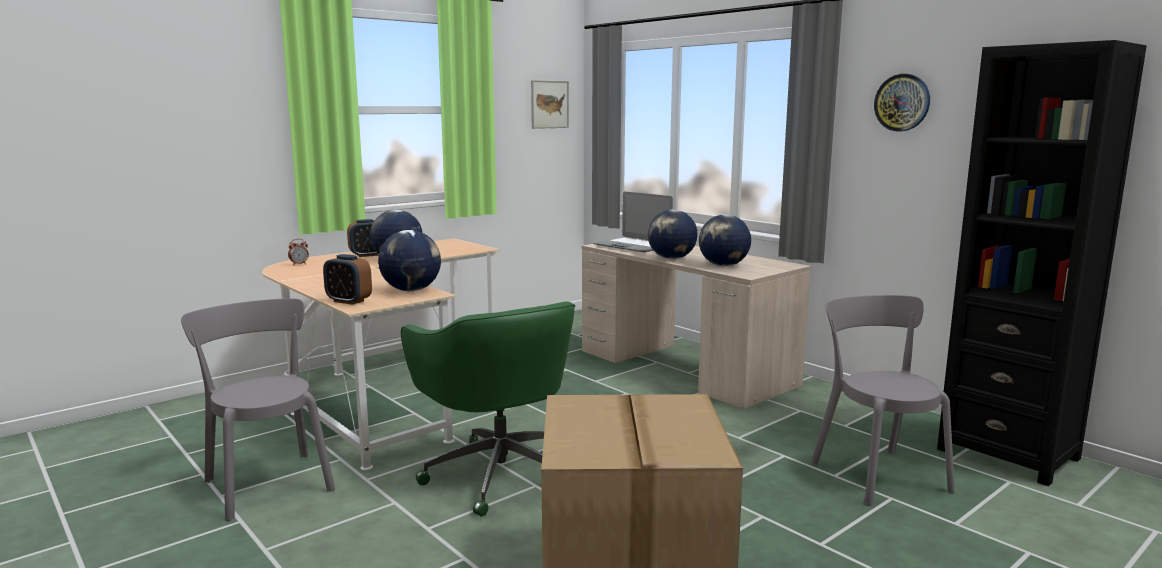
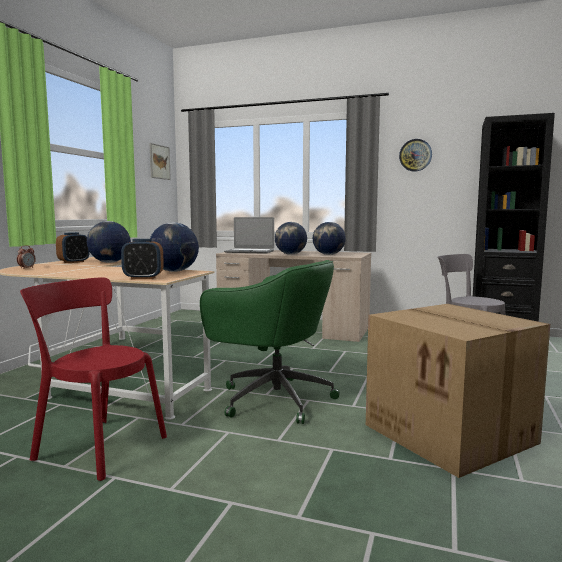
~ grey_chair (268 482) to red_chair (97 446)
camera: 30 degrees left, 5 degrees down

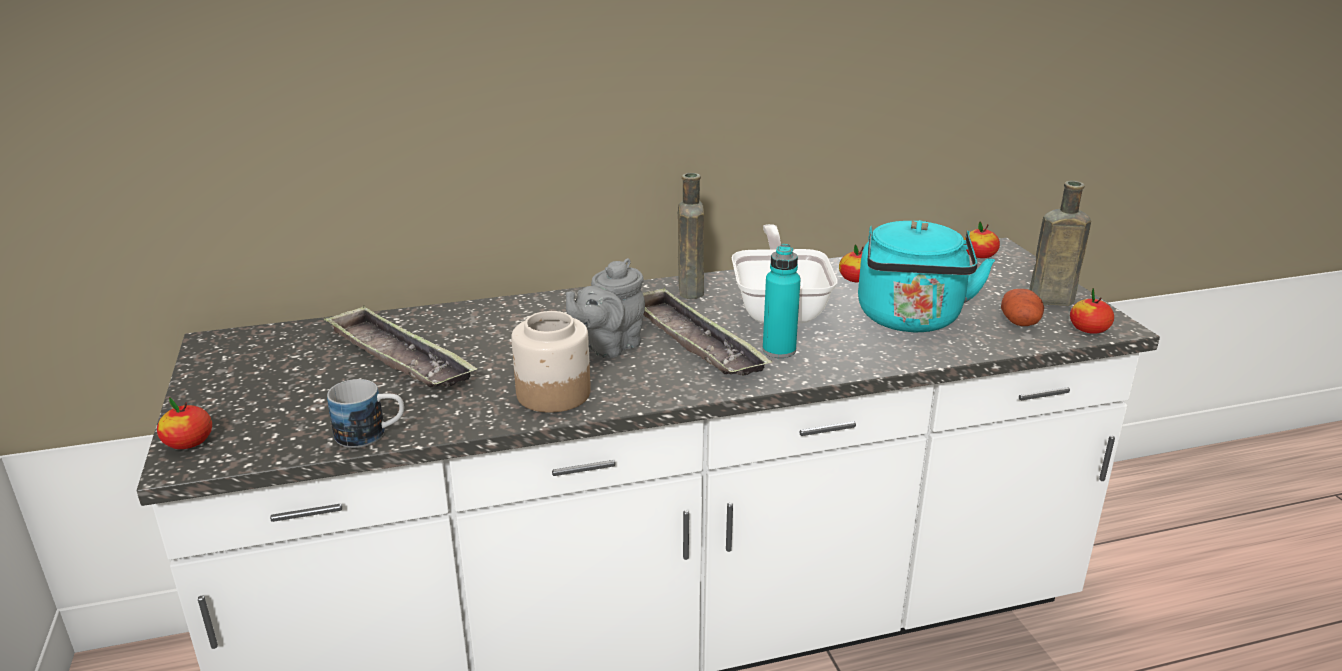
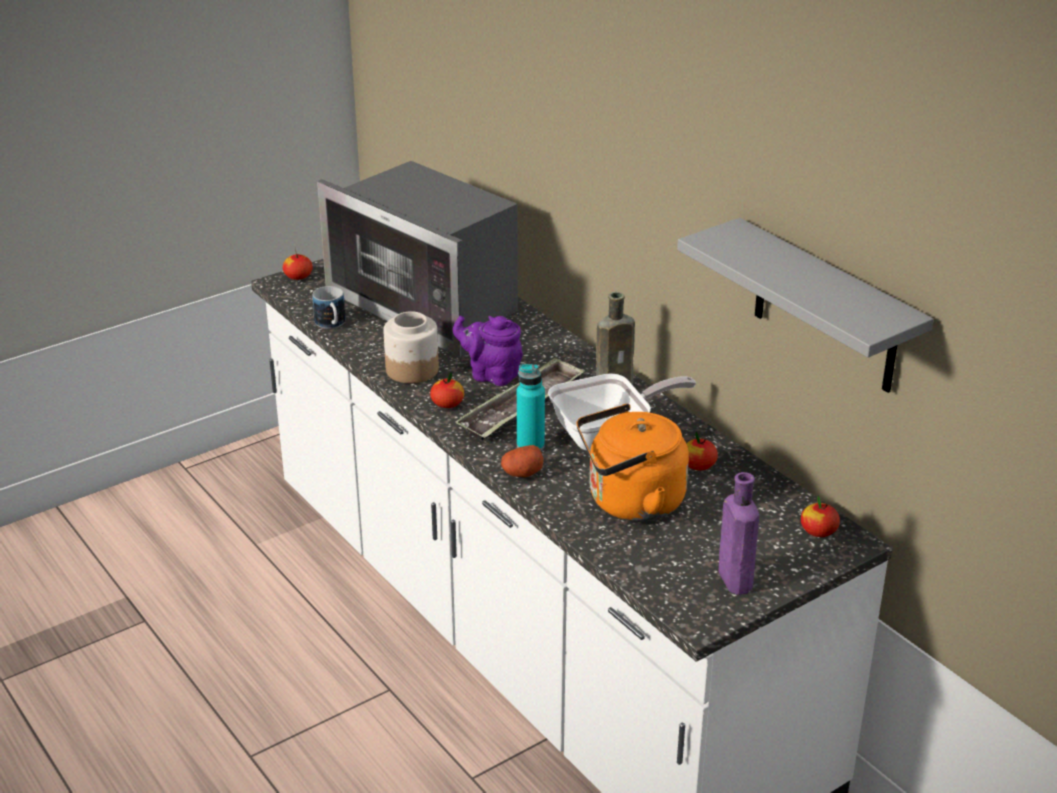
~ tray (399 357) to microwave (427 305)
~ apple (1088 329) to (447 404)
~ grey_teapot (609 346) to purple_teapot (491 374)
~ potato (1020 322) to (522 473)
~ turquoise_kettle (910 320) to orange_kettle (630 502)
+ grey_shelf (825 308)
~ brown_bottle (1047 300) to purple_bottle (733 578)
camera: 70 degrees right, 5 degrees up

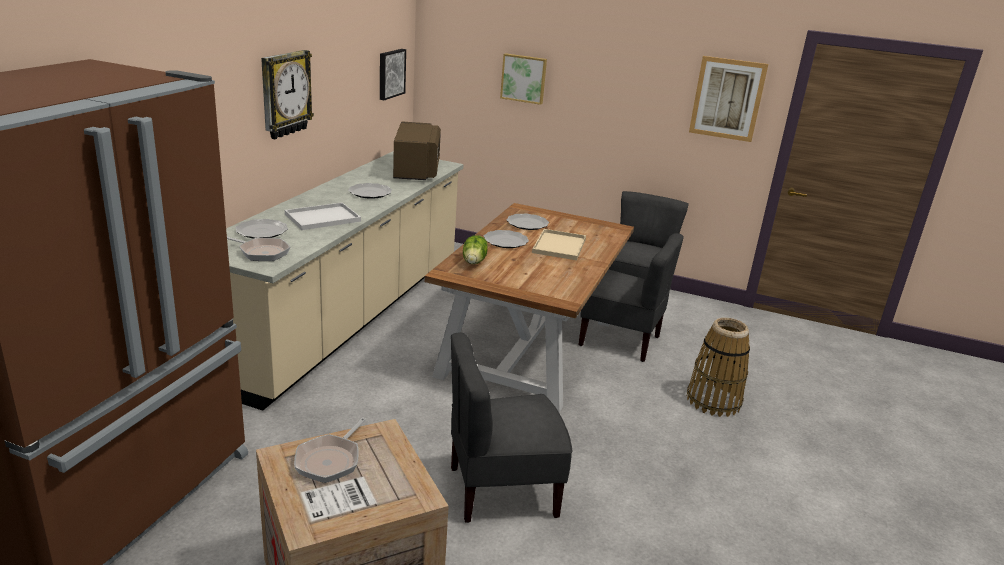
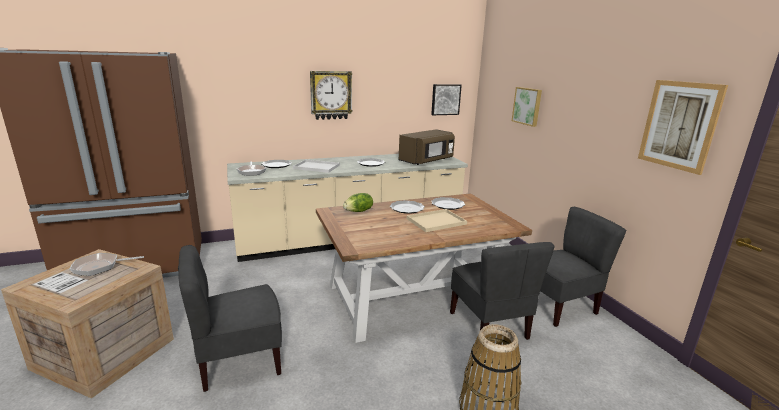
~ grey_chair (501 490) = (239 361) 60 degrees counterclockwise
camera: 50 degrees right, 5 degrees down

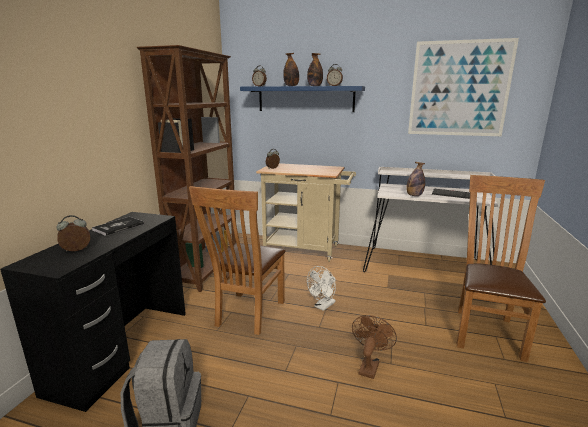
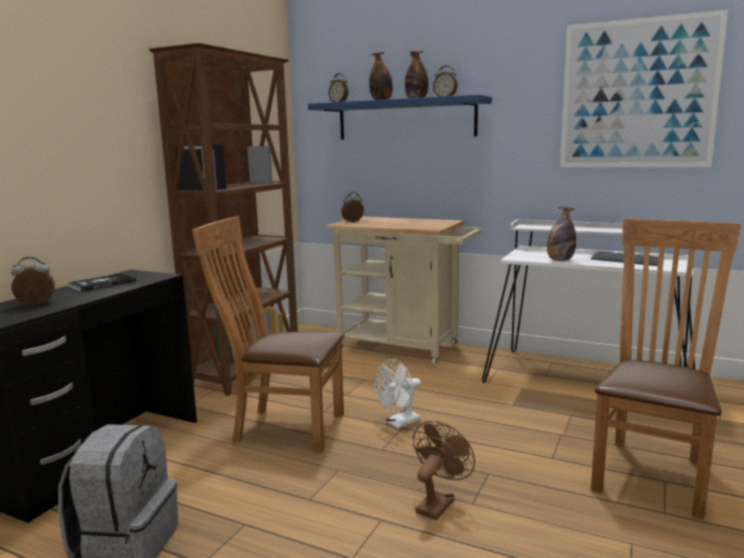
~ brown_chair (247 315) = (283 427) 75 degrees clockwise
camera: 10 degrees right, 5 degrees down

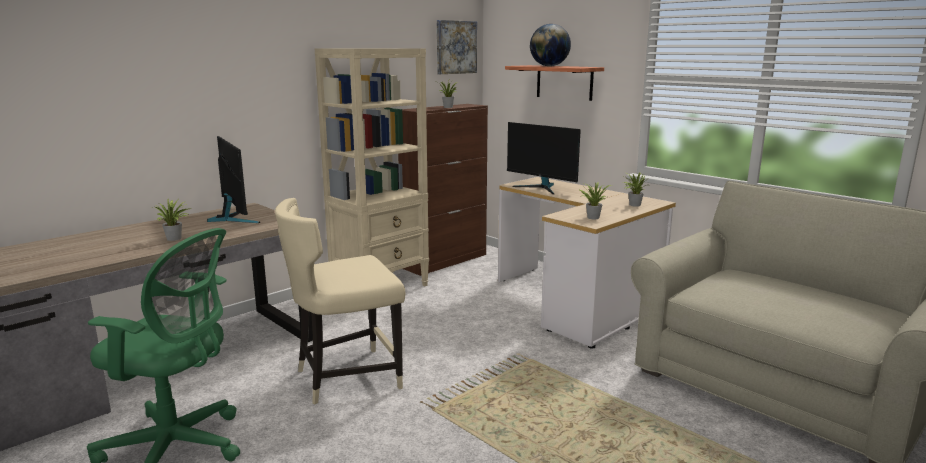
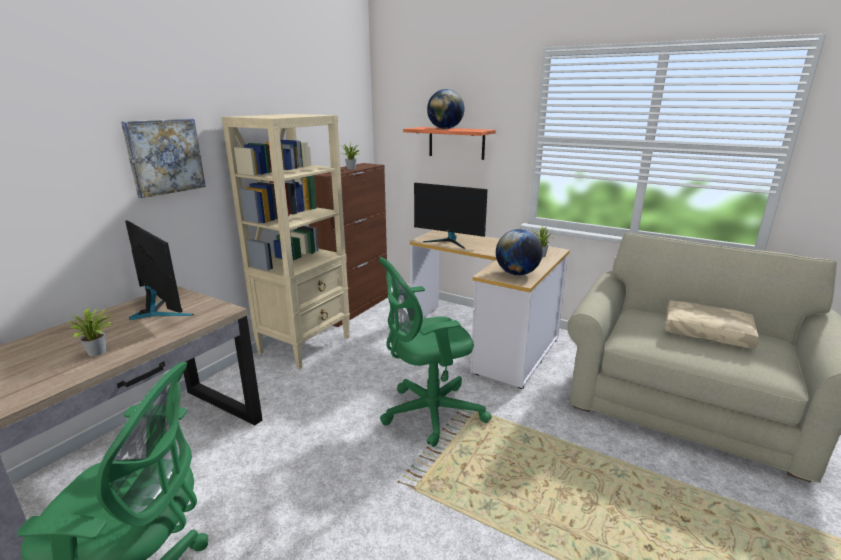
~ picture (455 47) to (164 156)
+ green_office_chair (428 413)
~ potted_plant (592 217) to globe (517 273)
+ beige_pillow (705 333)
- beige_chair (345 377)
camera: 15 degrees left, 5 degrees up

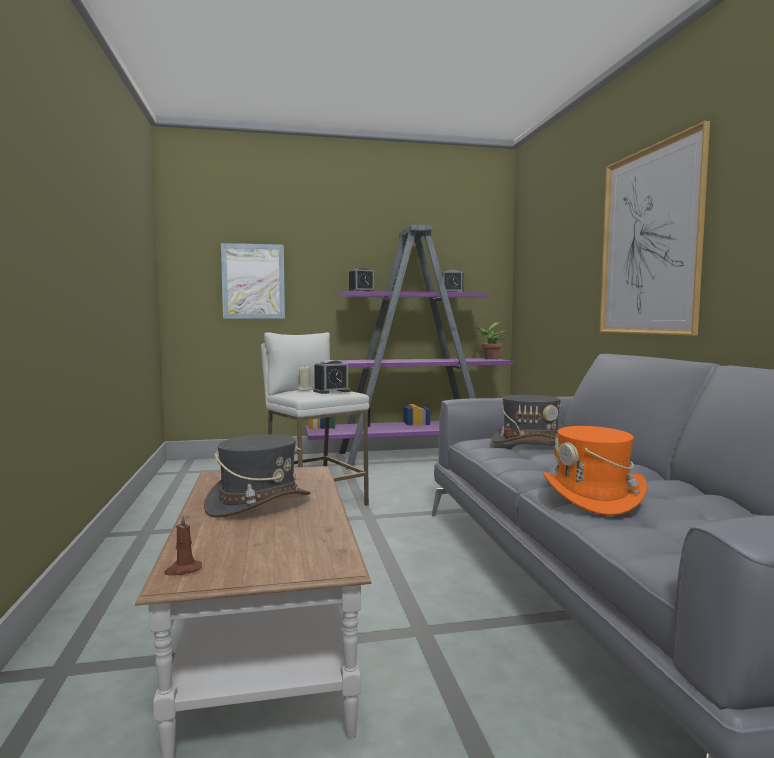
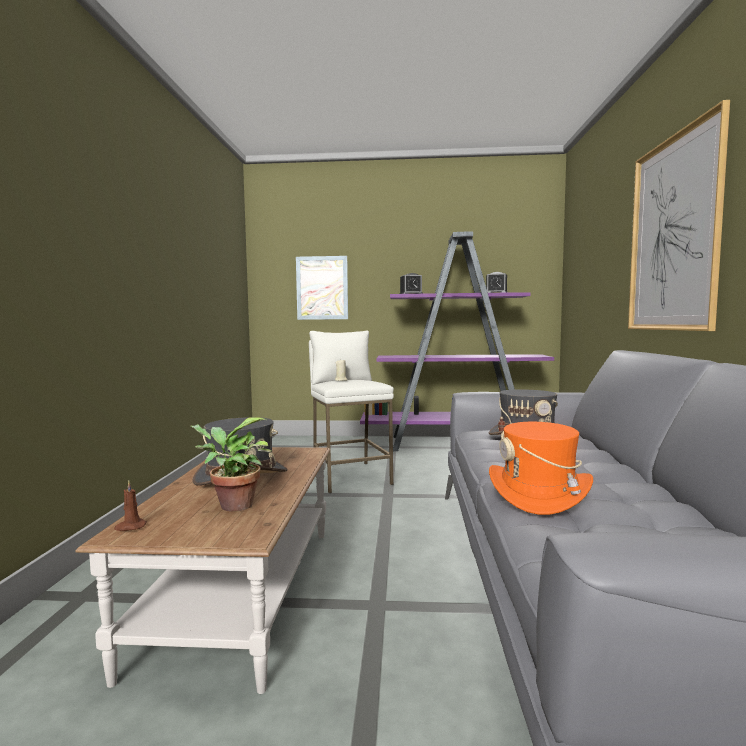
~ potted_plant (489 358) to (232 506)
- alarm_clock (331 391)
camera: 15 degrees right, 0 degrees up

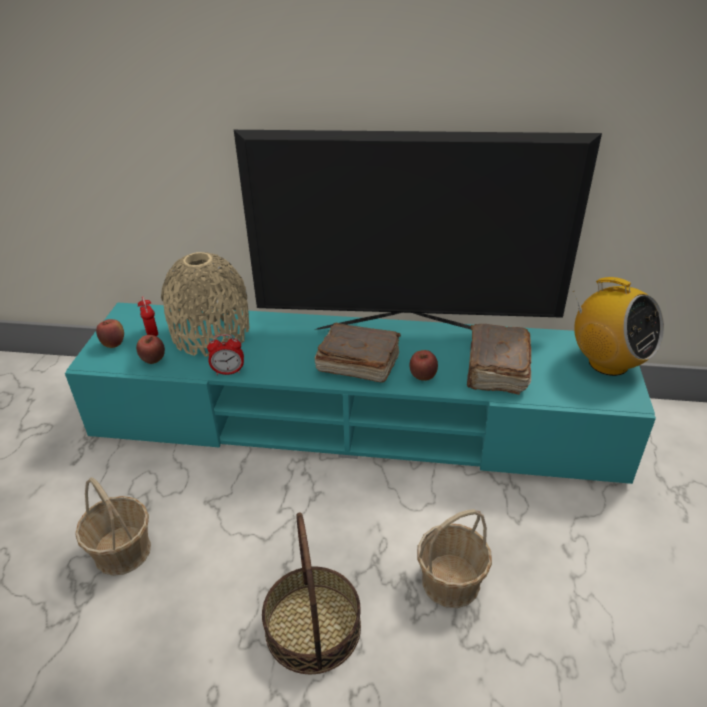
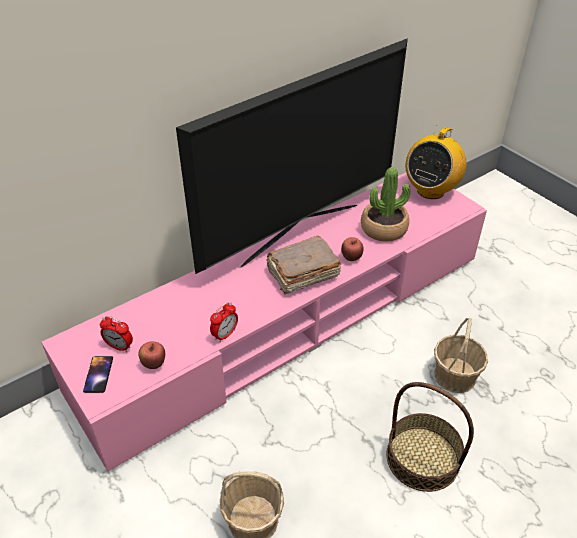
~ turquoise_tv_stand (356 420) to pink_tv_stand (289 321)
~ apple (114 344) to phone (98 374)
~ brown_book (496 370) to potted_plant (383 229)
~ radio (607 363) = (430 190) 120 degrees clockwise
- beige_vase (211 334)
camera: 45 degrees left, 5 degrees up

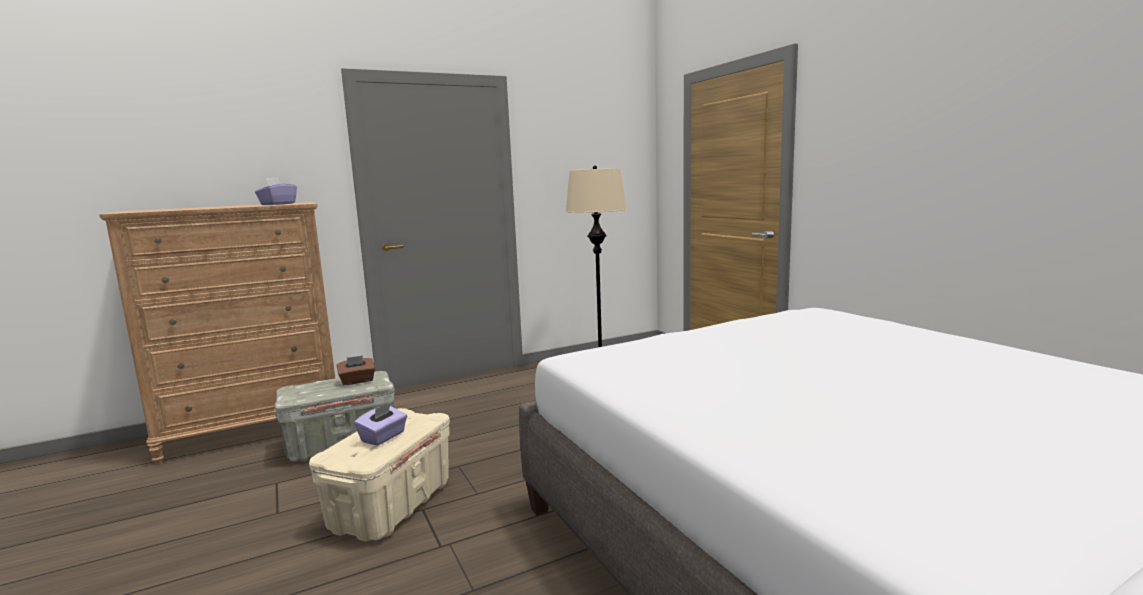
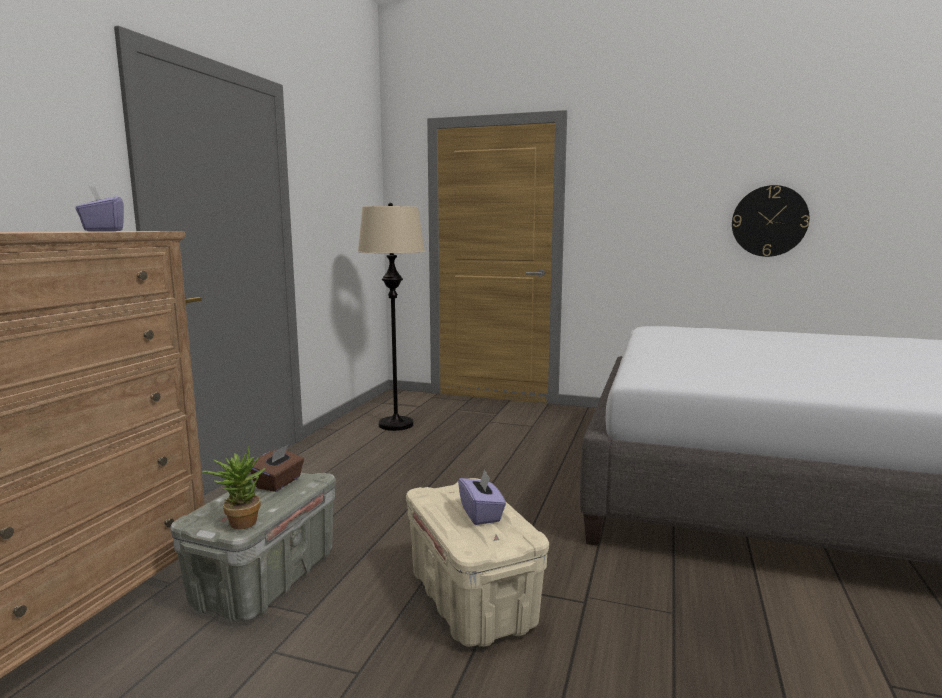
+ potted_plant (239 522)
+ wall_clock (769 221)
camera: 45 degrees left, 0 degrees up

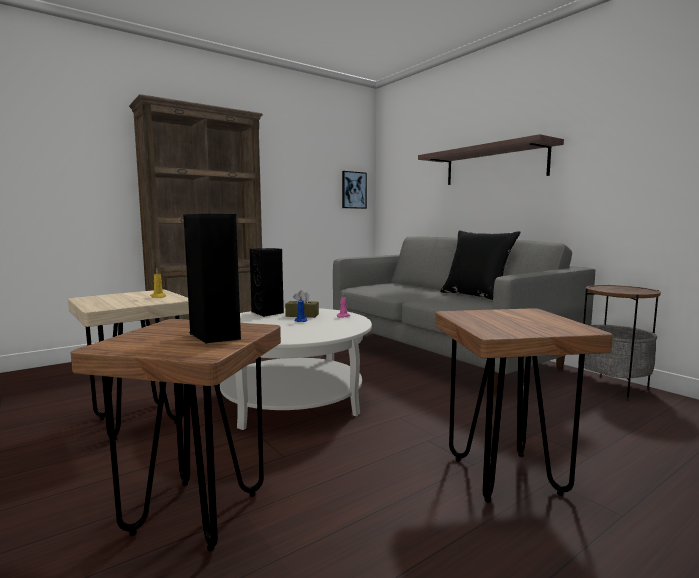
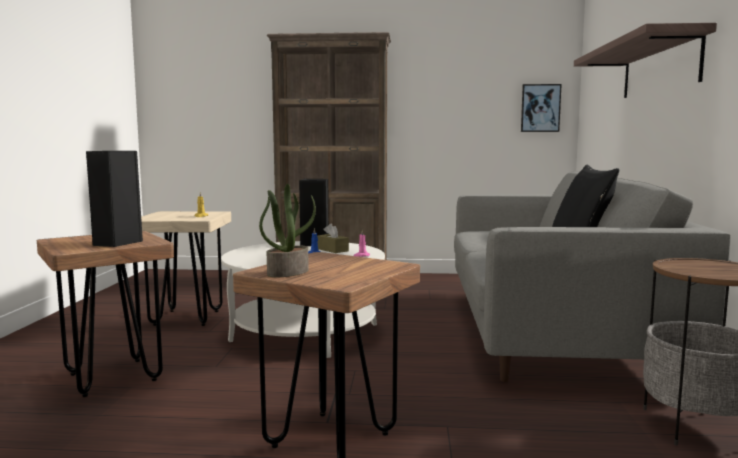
+ potted_plant (288 272)
camera: 40 degrees right, 0 degrees up

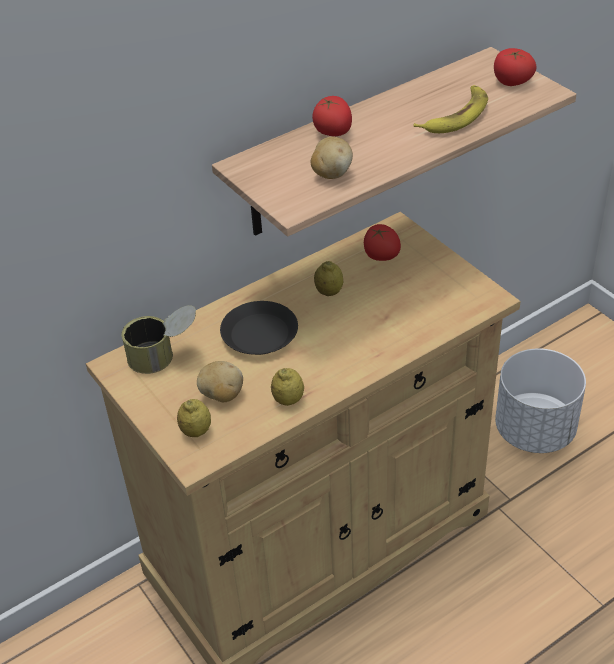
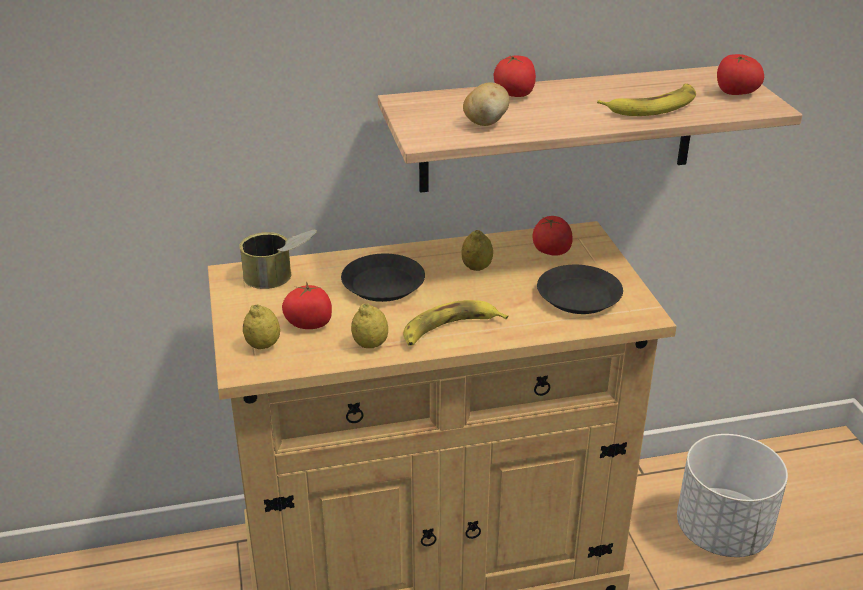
~ potato (221 395) to tomato (309 323)
+ banana (449 329)
+ black_plate (578 296)
camera: 20 degrees right, 10 degrees down

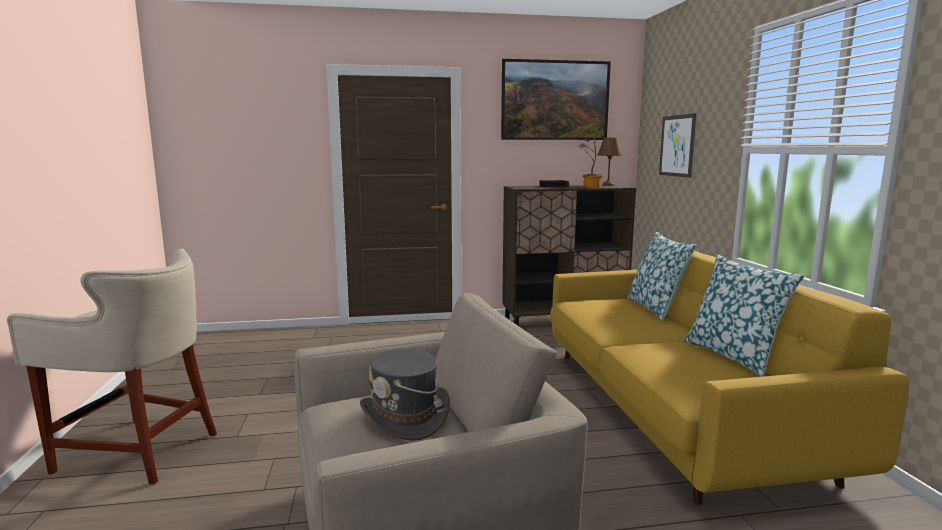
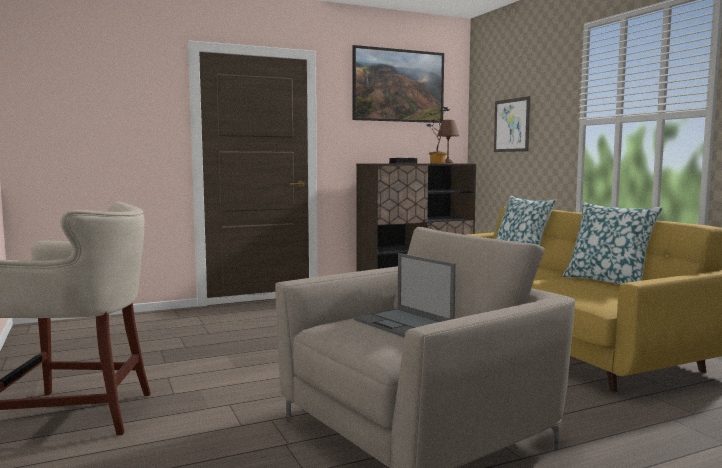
~ grey_hat (405 416) to laptop (404 324)
camera: 15 degrees left, 5 degrees down

